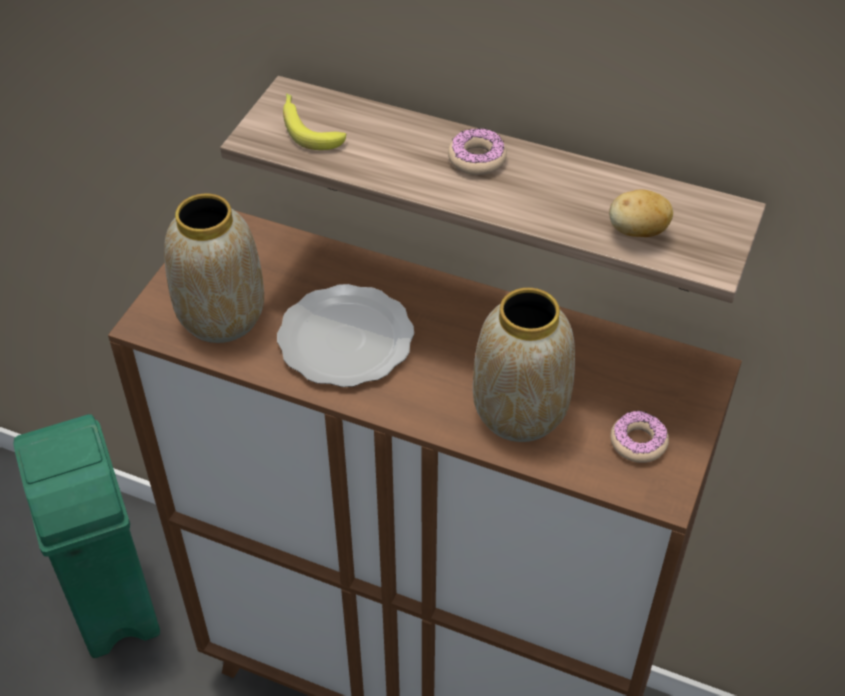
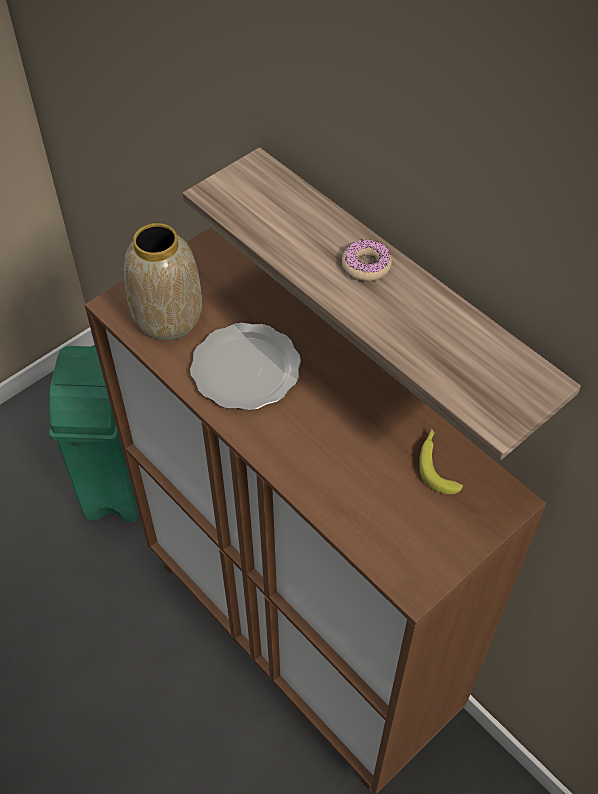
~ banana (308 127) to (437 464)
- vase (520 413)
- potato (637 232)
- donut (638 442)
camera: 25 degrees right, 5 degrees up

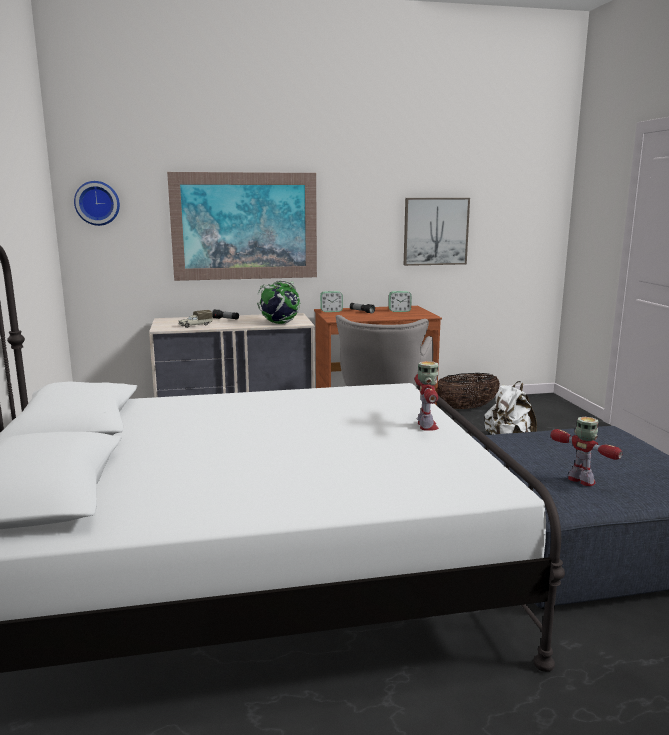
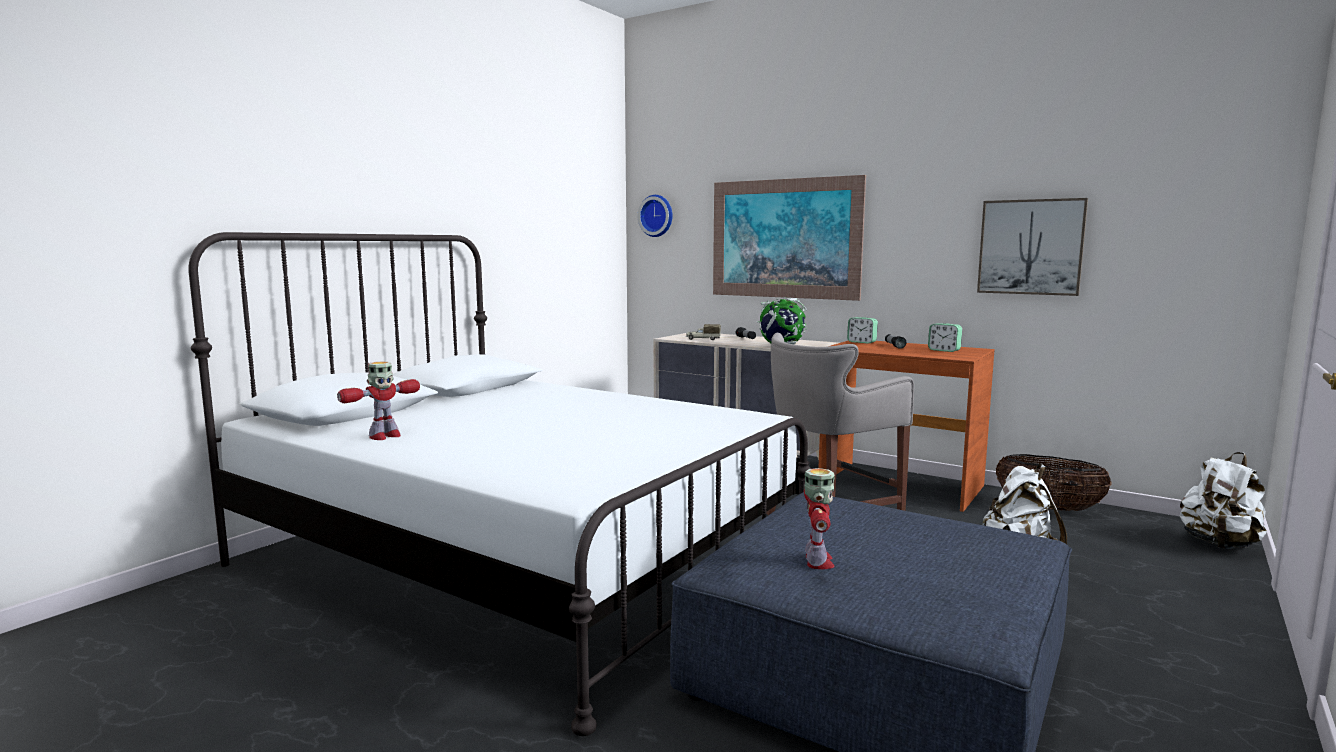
~ toy_robot (426 426) to (384 436)
+ white_backpack (1219 545)
camera: 45 degrees right, 5 degrees down

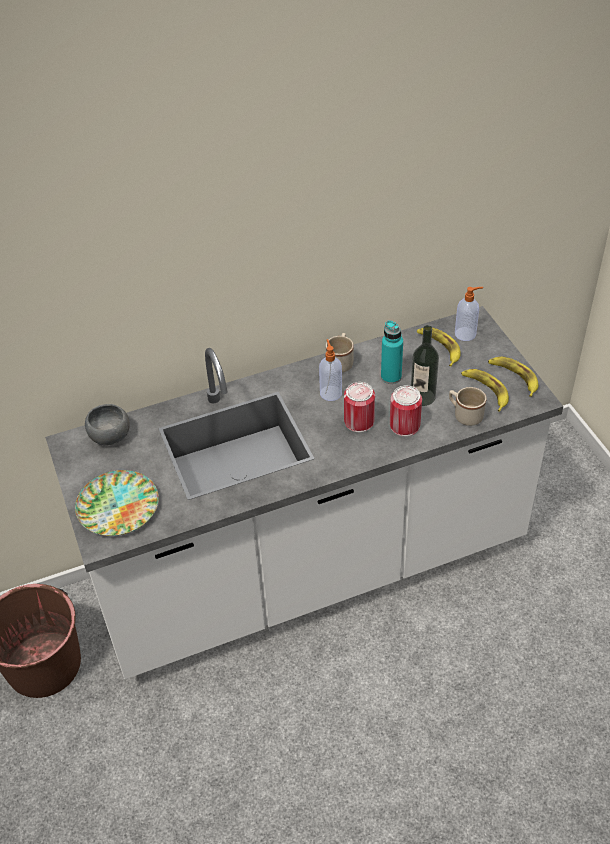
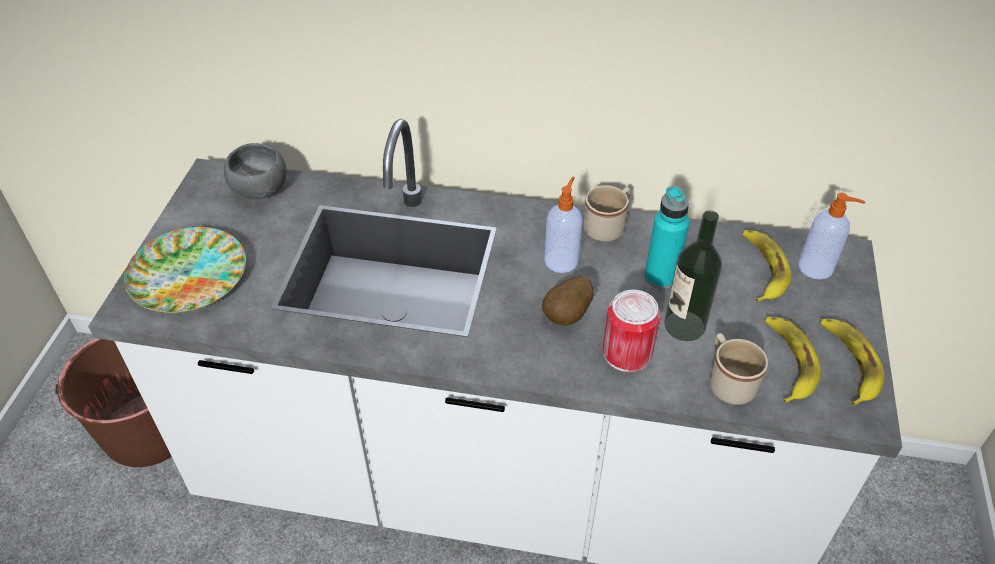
~ can (359 421) to potato (568 316)
camera: 30 degrees right, 0 degrees up

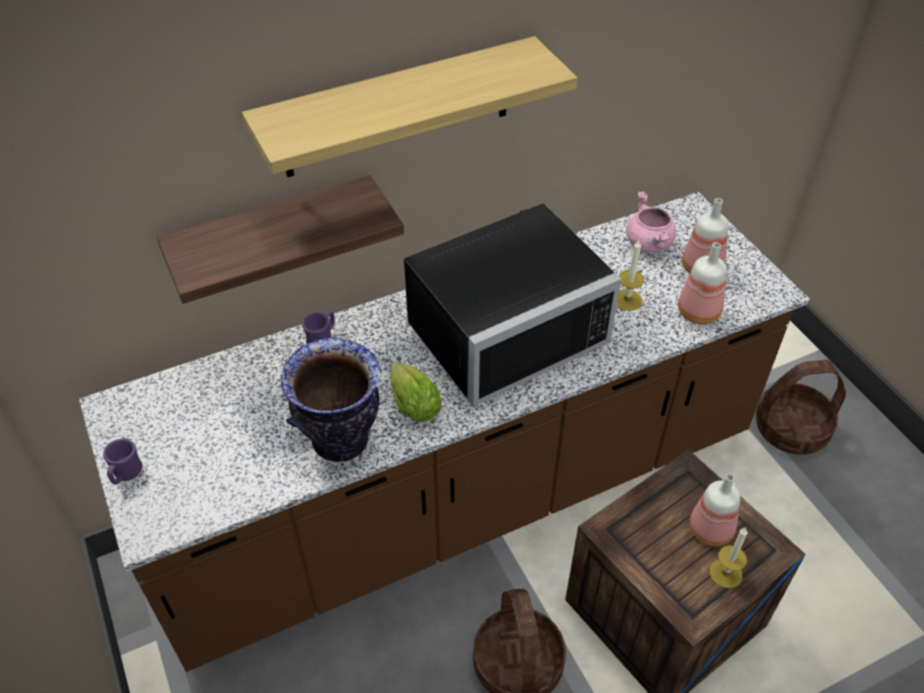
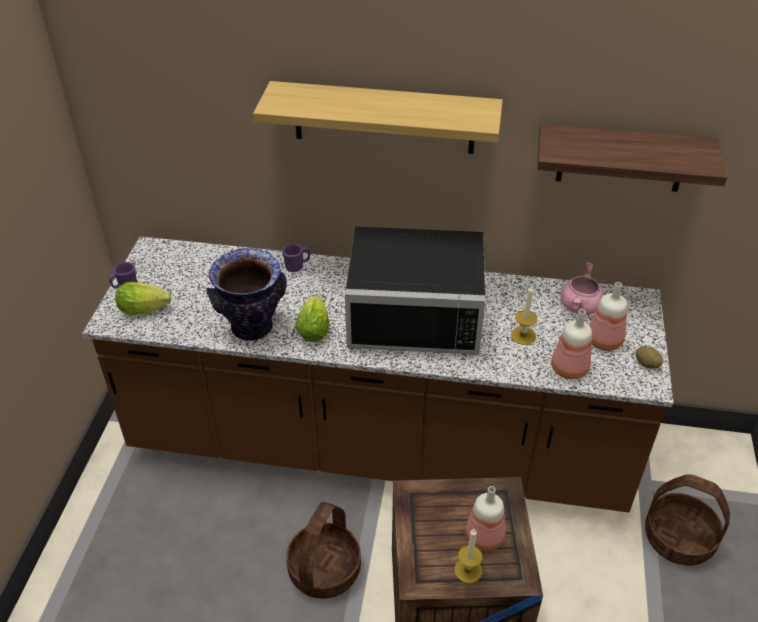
+ lettuce (147 309)
~ shelf (273 235) to (621 158)
+ potato (646 364)
camera: 35 degrees right, 5 degrees down

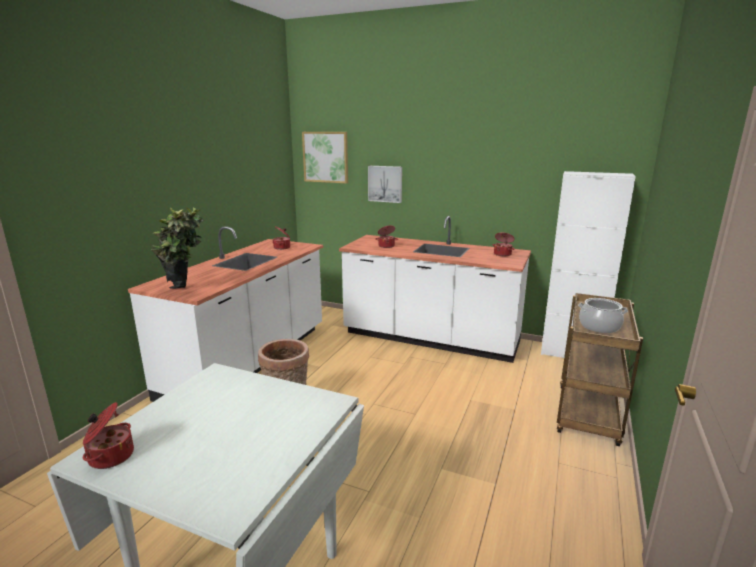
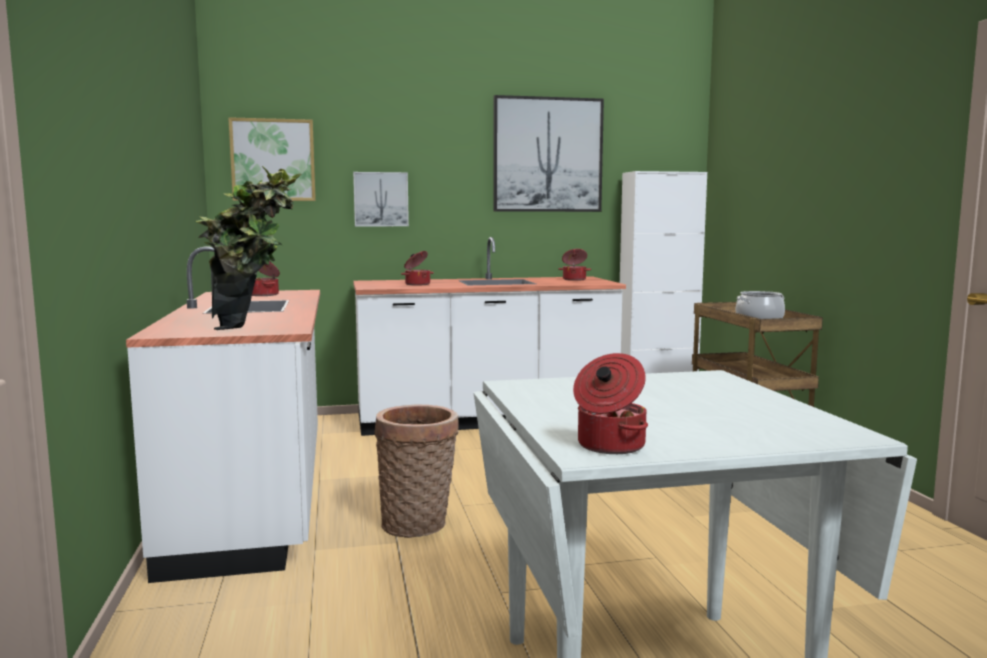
+ picture (547 155)
camera: 35 degrees left, 10 degrees down

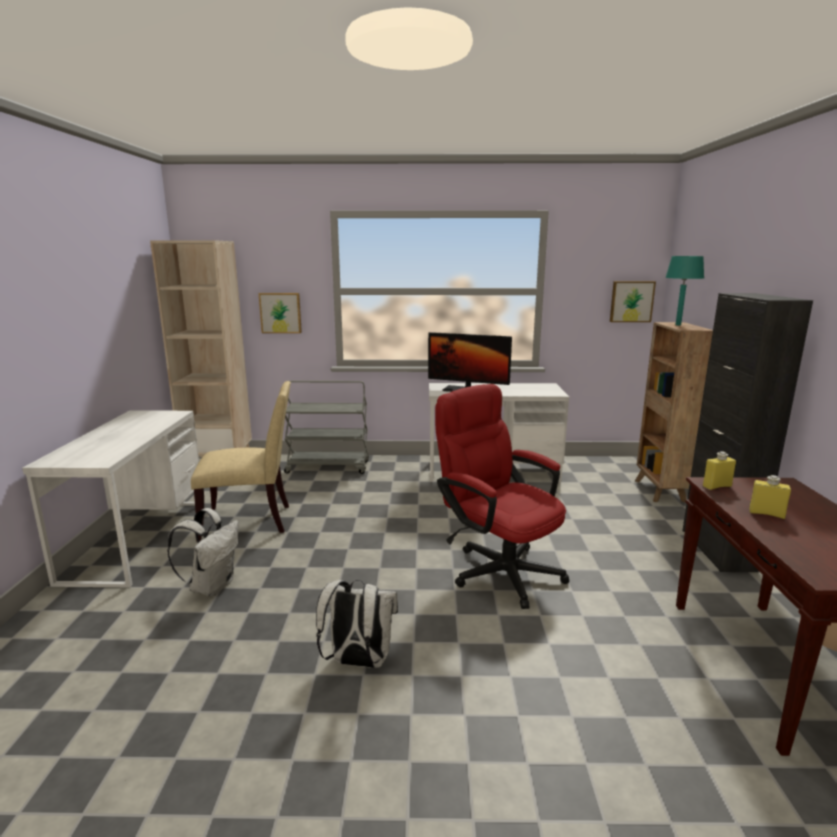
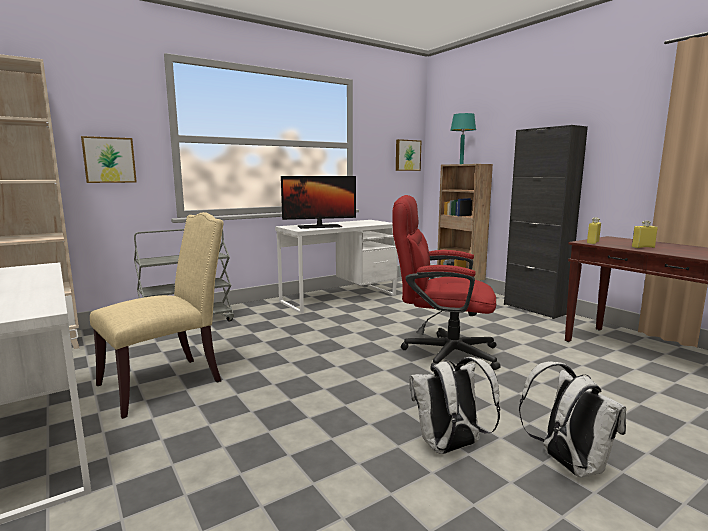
~ white_backpack (212 586) to (567 464)
camera: 35 degrees left, 5 degrees down

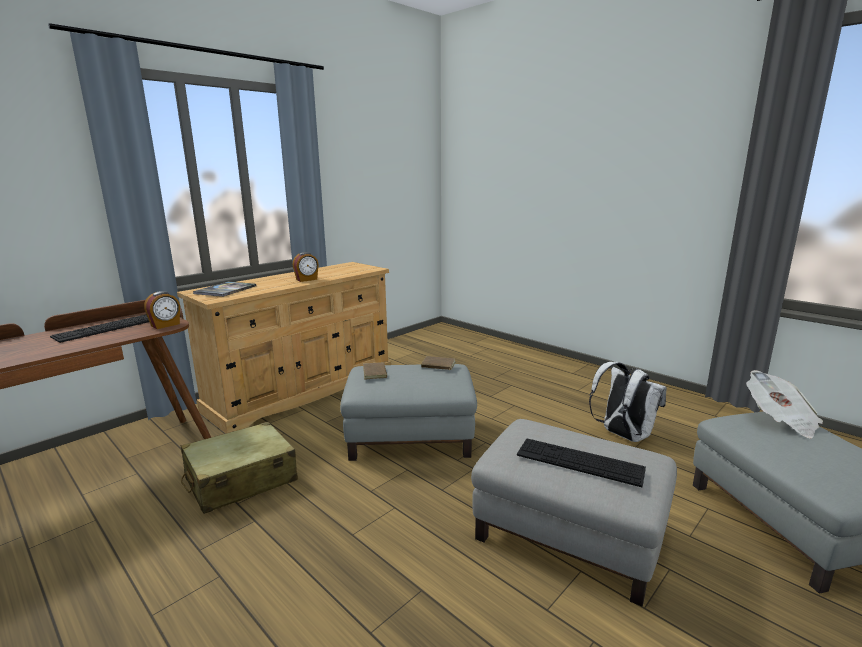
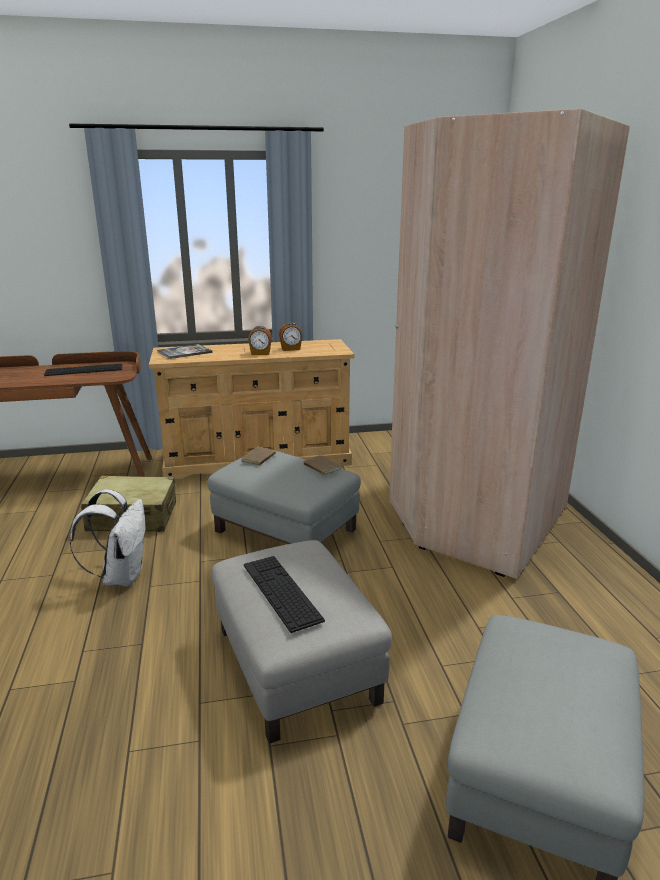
~ white_backpack (622 435) to (122 576)
~ alarm_clock (165 325) to (291 349)
+ beige_wardrobe (471 516)
- newspaper (780 420)
camera: 35 degrees right, 5 degrees up

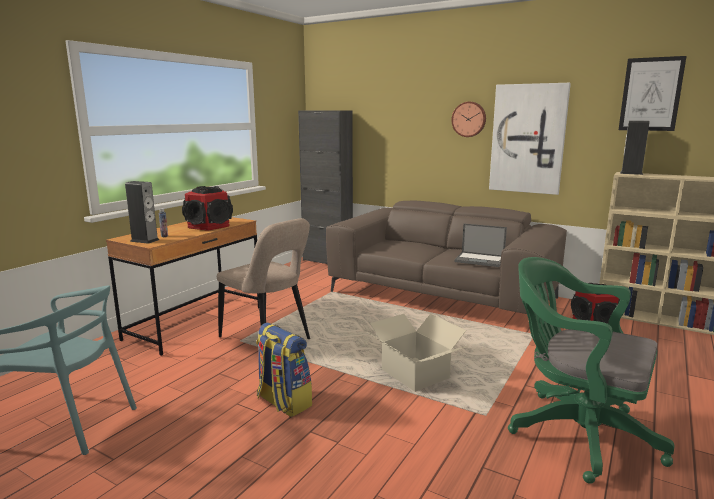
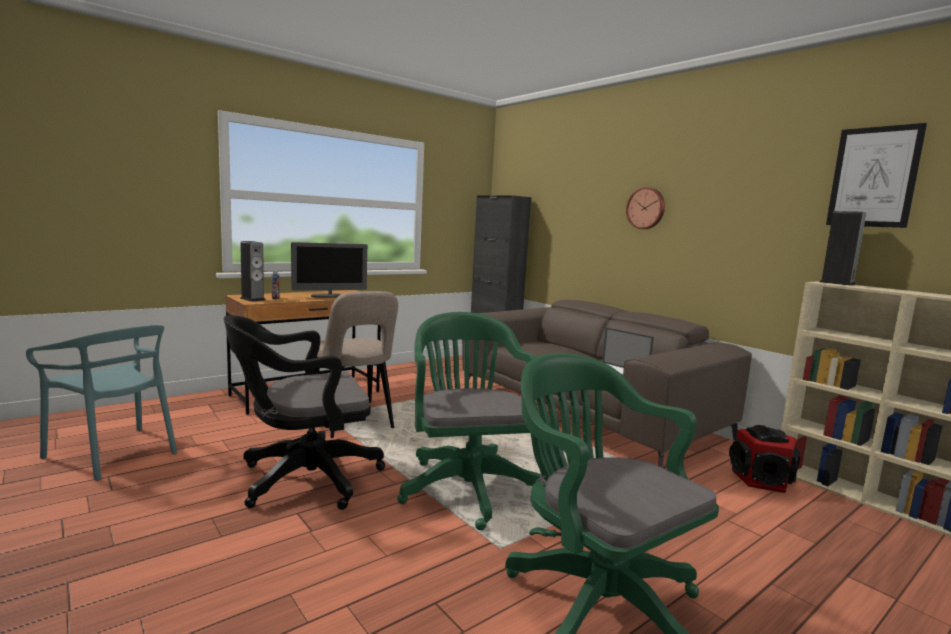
~ backpack (283 402) to black_office_chair (303 480)
~ speaker (209 226) to monitor (330 296)
~ cardboard_box (415 374) to green_office_chair (466 485)
- picture (528 139)
camera: 20 degrees right, 5 degrees down

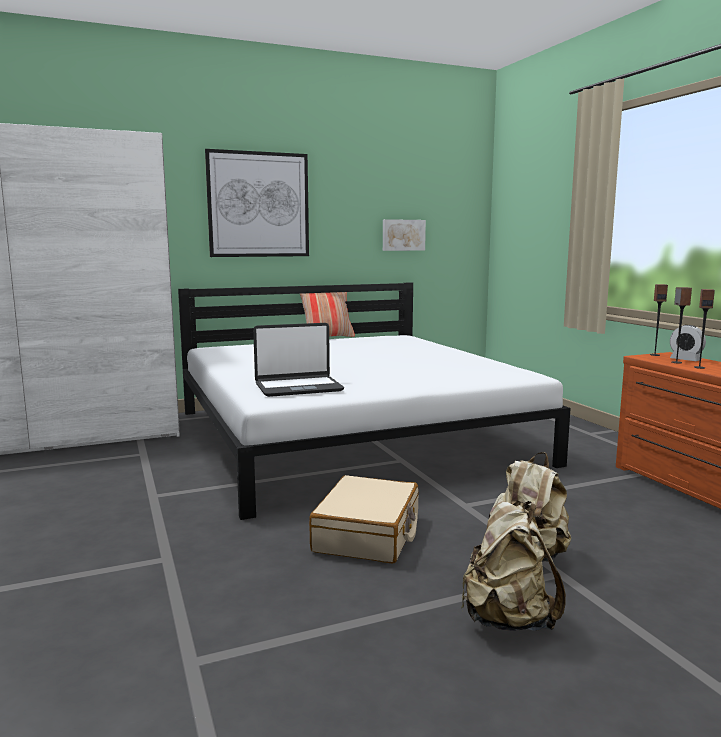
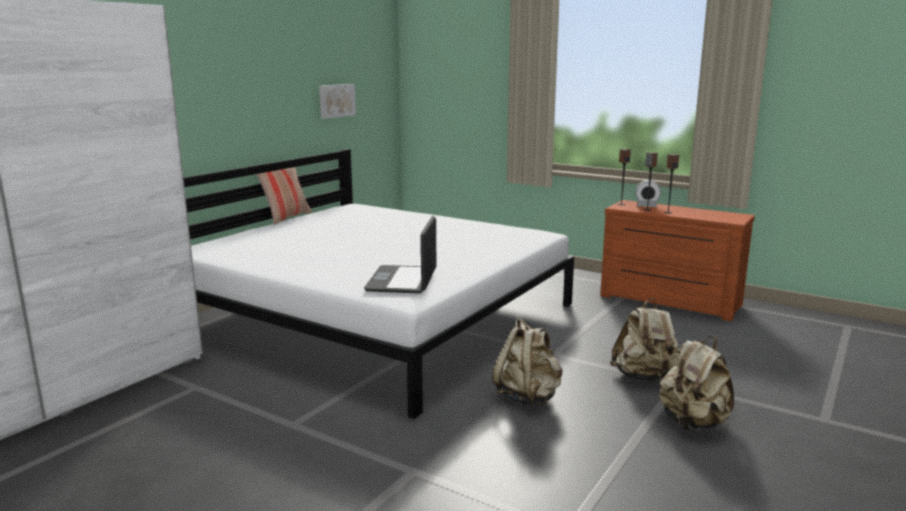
~ laptop (298 387) = (403 281) 150 degrees clockwise
~ beige_suitcase (368 534) to beige_backpack (528 397)
- picture (258 205)
camera: 35 degrees left, 5 degrees up

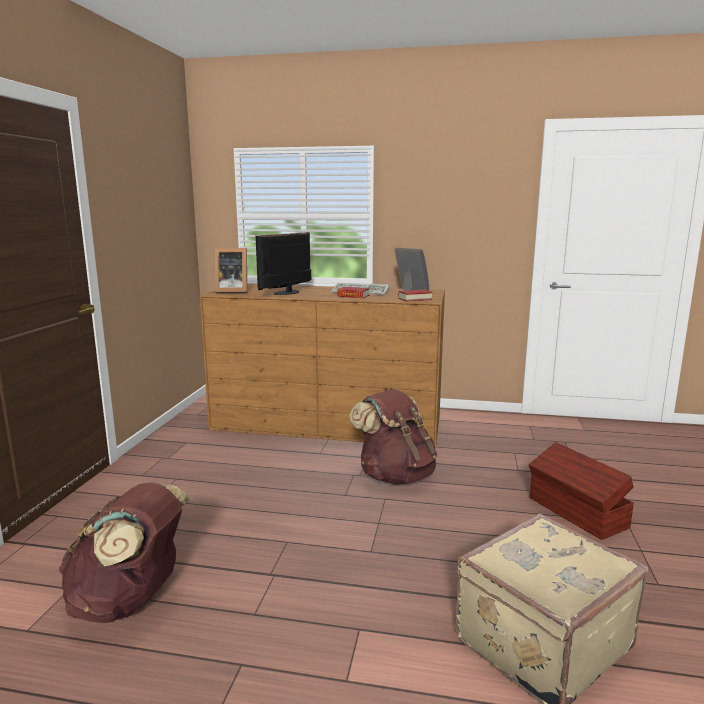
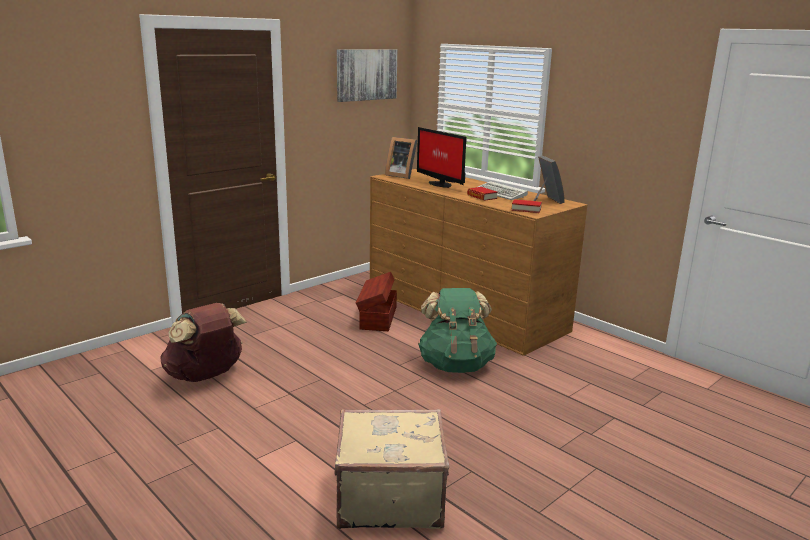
+ picture (366 74)
~ brown_storage_box (576 513) to (377 318)
~ monitor (288 292) = (440 184) 105 degrees counterclockwise
~ brown_backpack (395 476) to green_backpack (455 365)
camera: 35 degrees right, 5 degrees up

